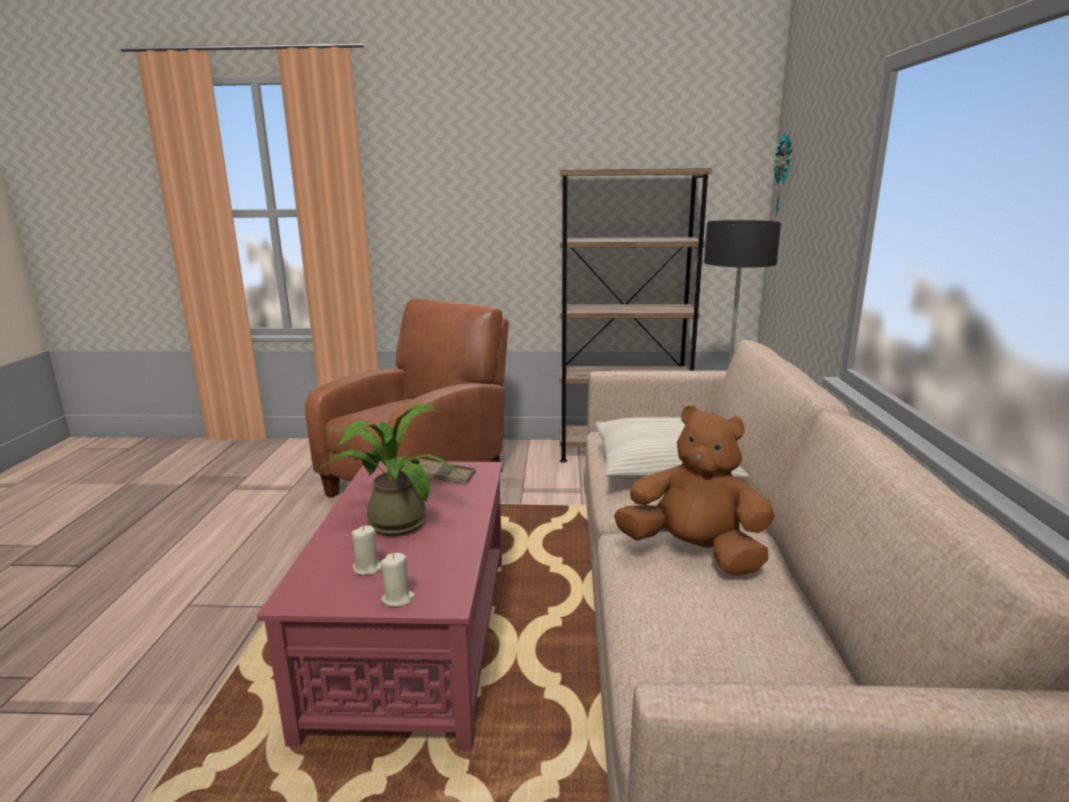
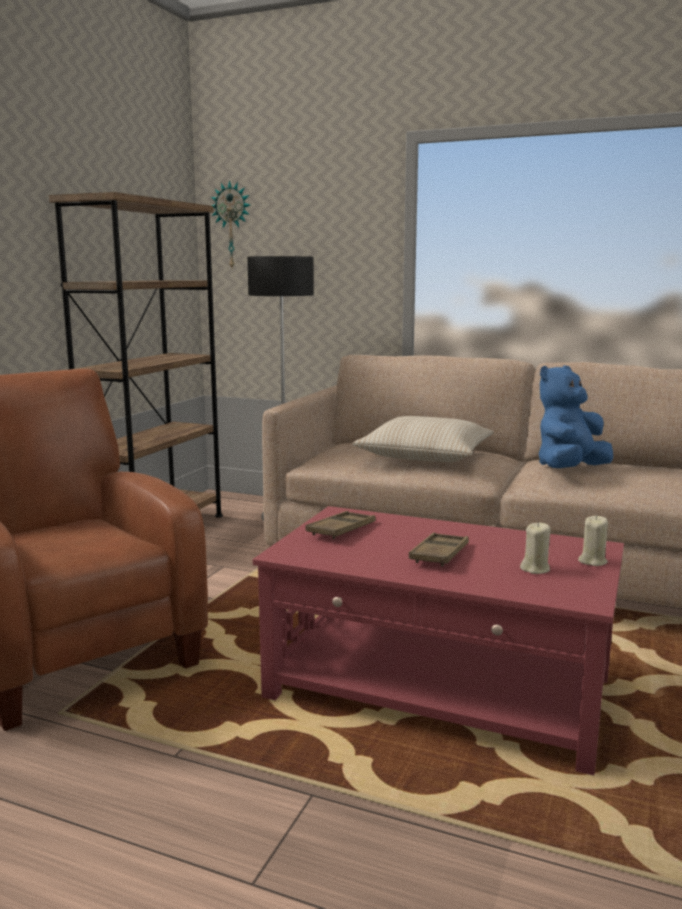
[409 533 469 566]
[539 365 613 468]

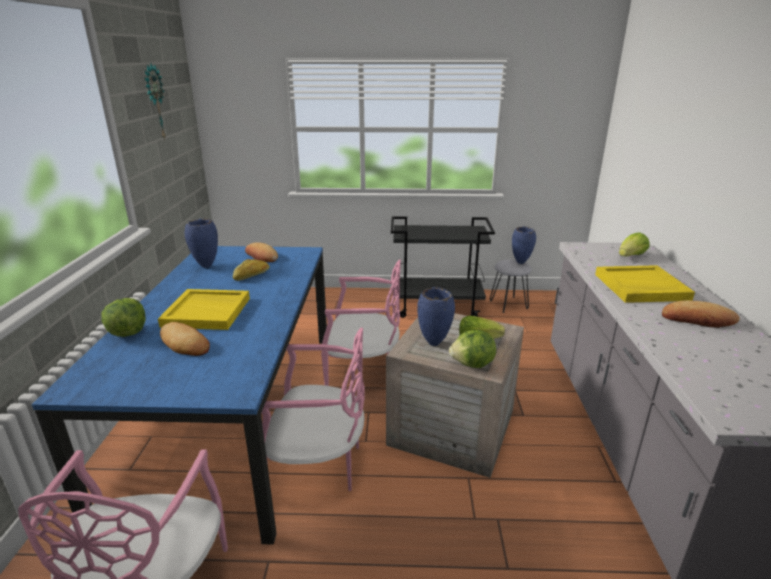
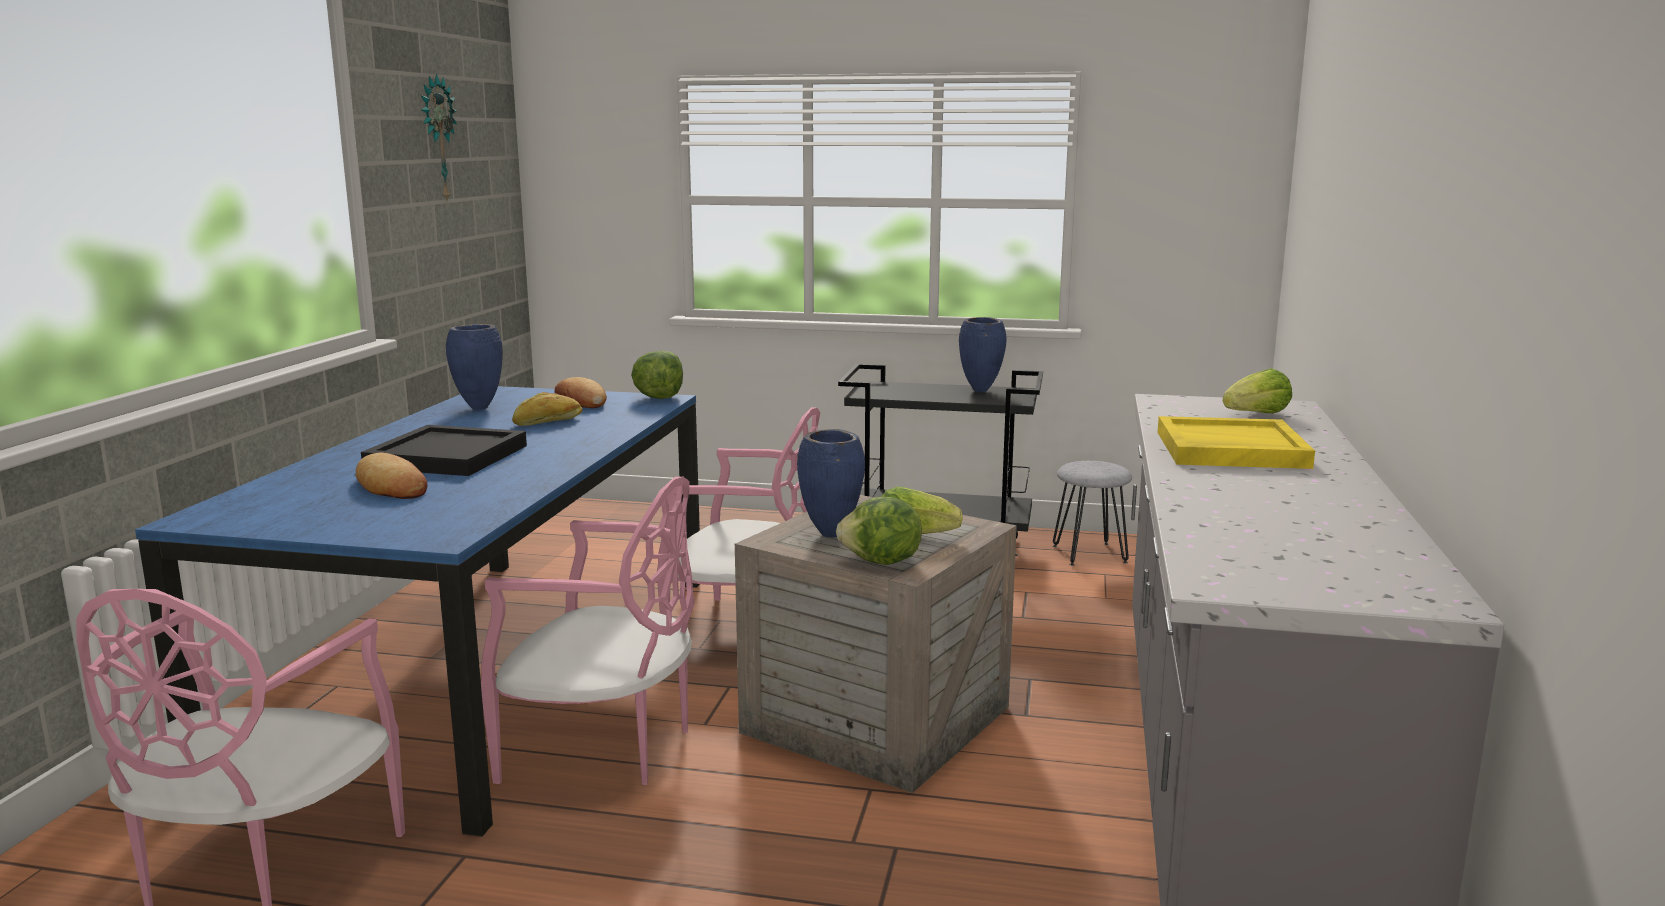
[662 300 740 328] (first image)
[631 351 683 399]
[959 317 1006 392]
[361 425 527 476]

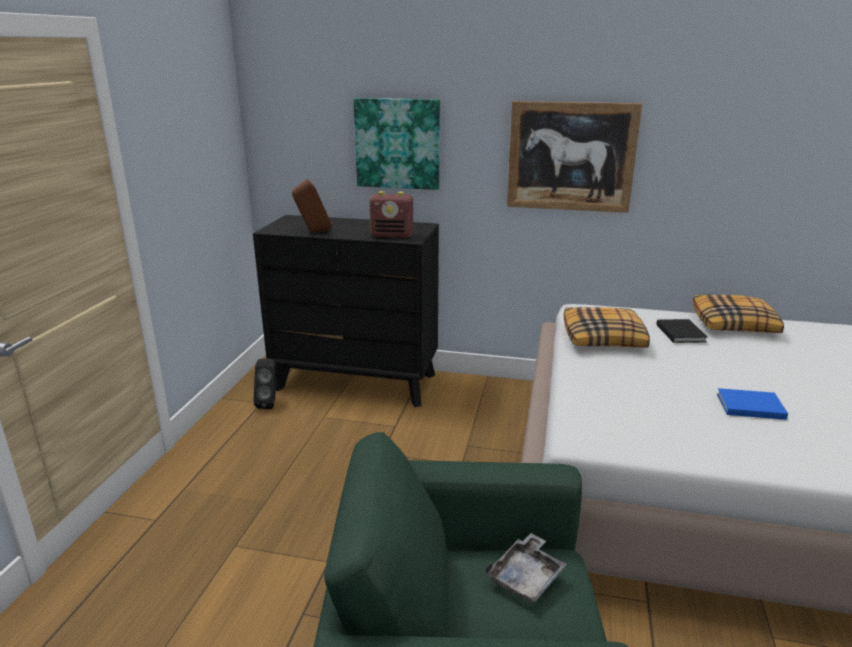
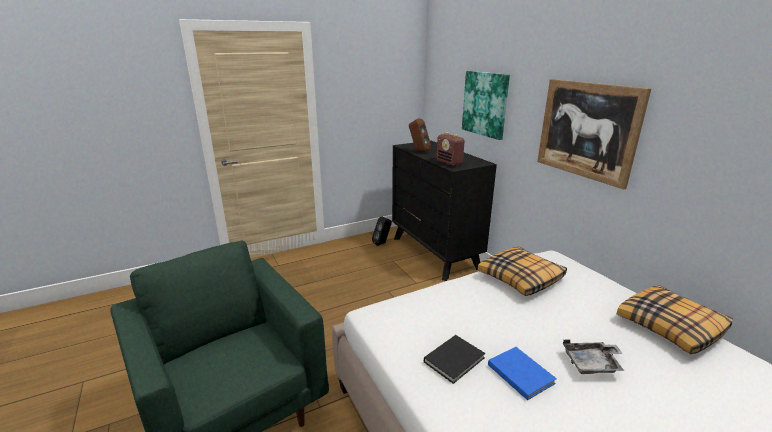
[563 339 624 374]
[424 335 485 384]

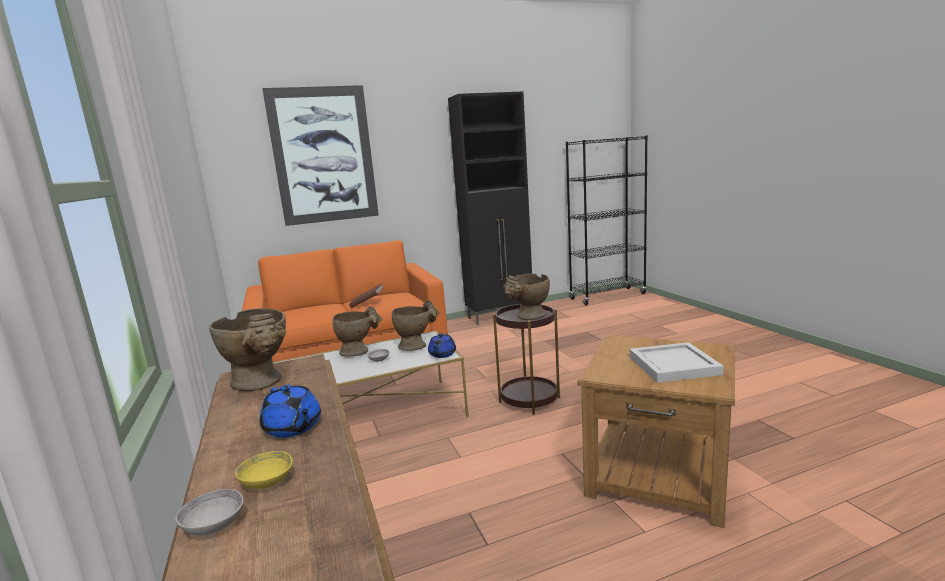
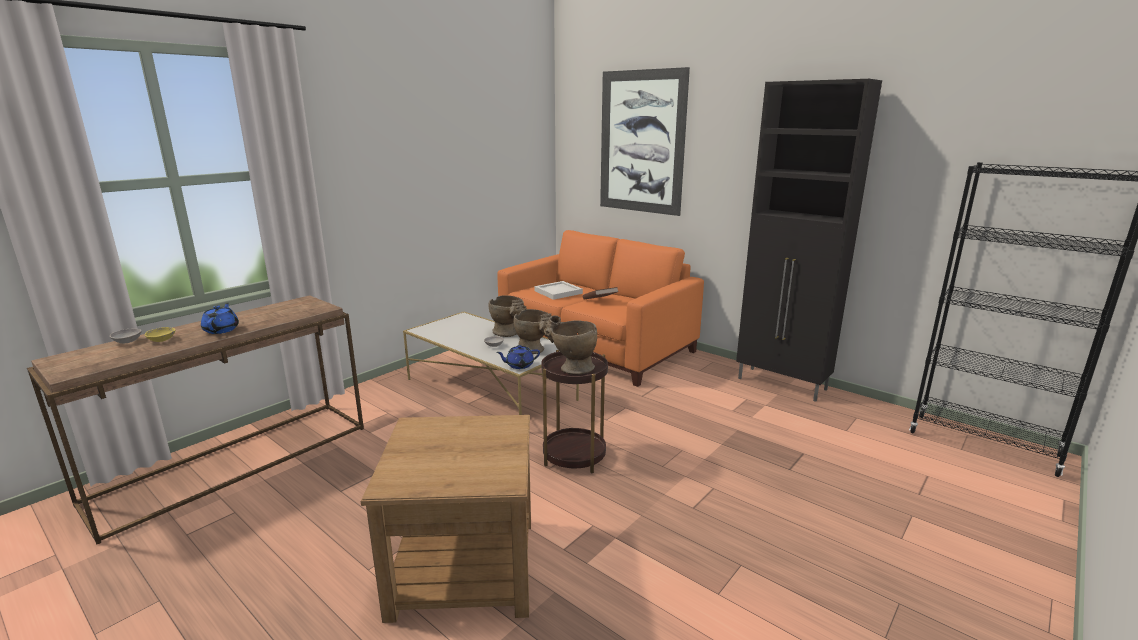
[209 308 286 391] (first image)
[534 281 583 300]
[201 303 239 334]

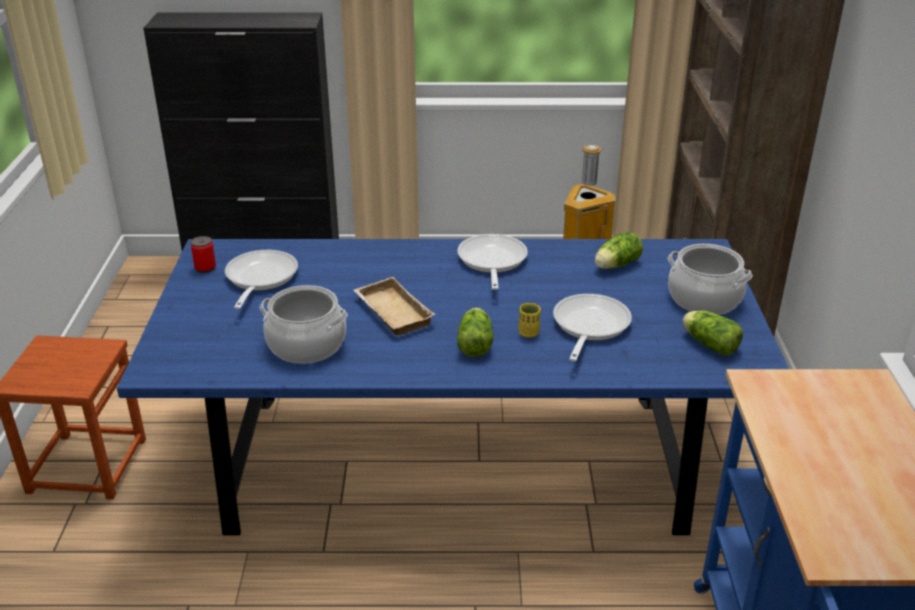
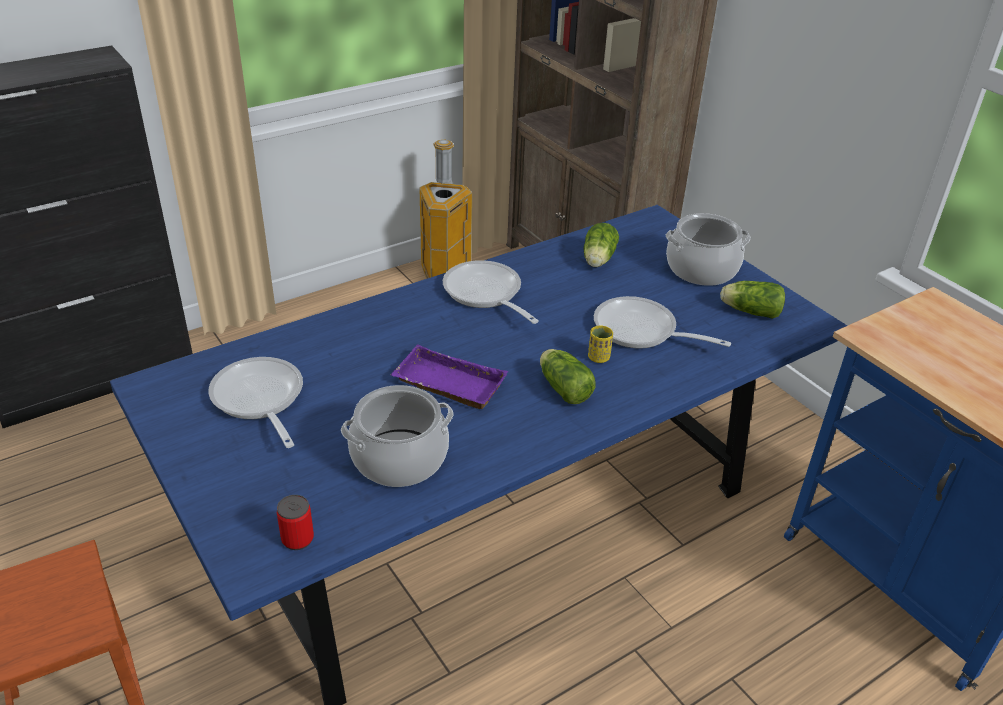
[277 495 314 550]
[390 344 508 409]
[594 296 731 349]

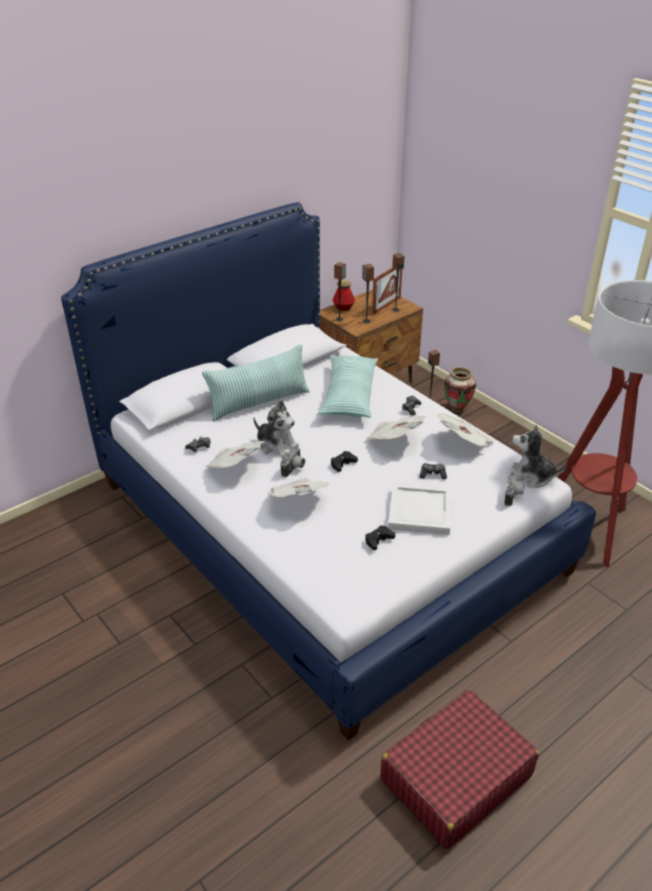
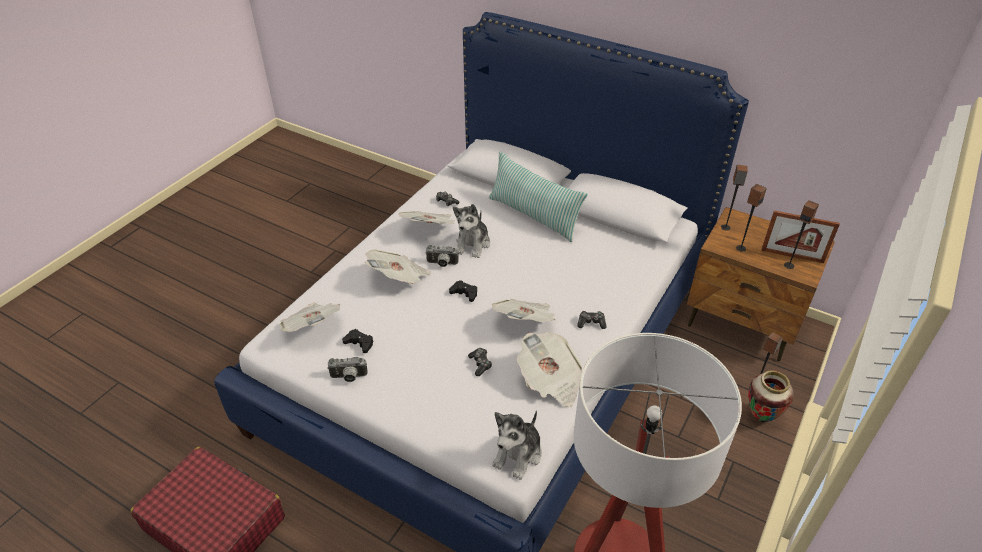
[318 355 378 418] (first image)
[333 279 355 311] (first image)
[388 483 451 535] (first image)
[280 303 340 332]
[327 357 368 382]
[492 410 542 480]

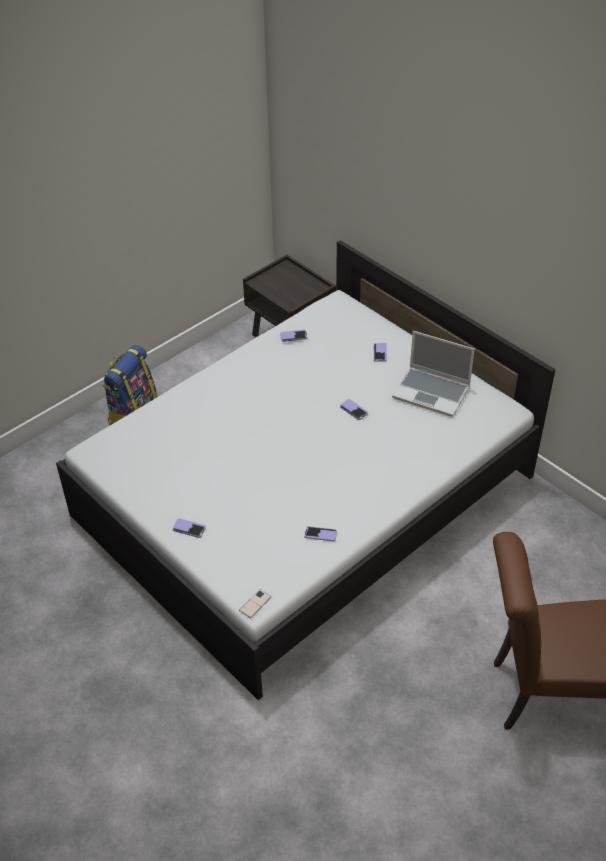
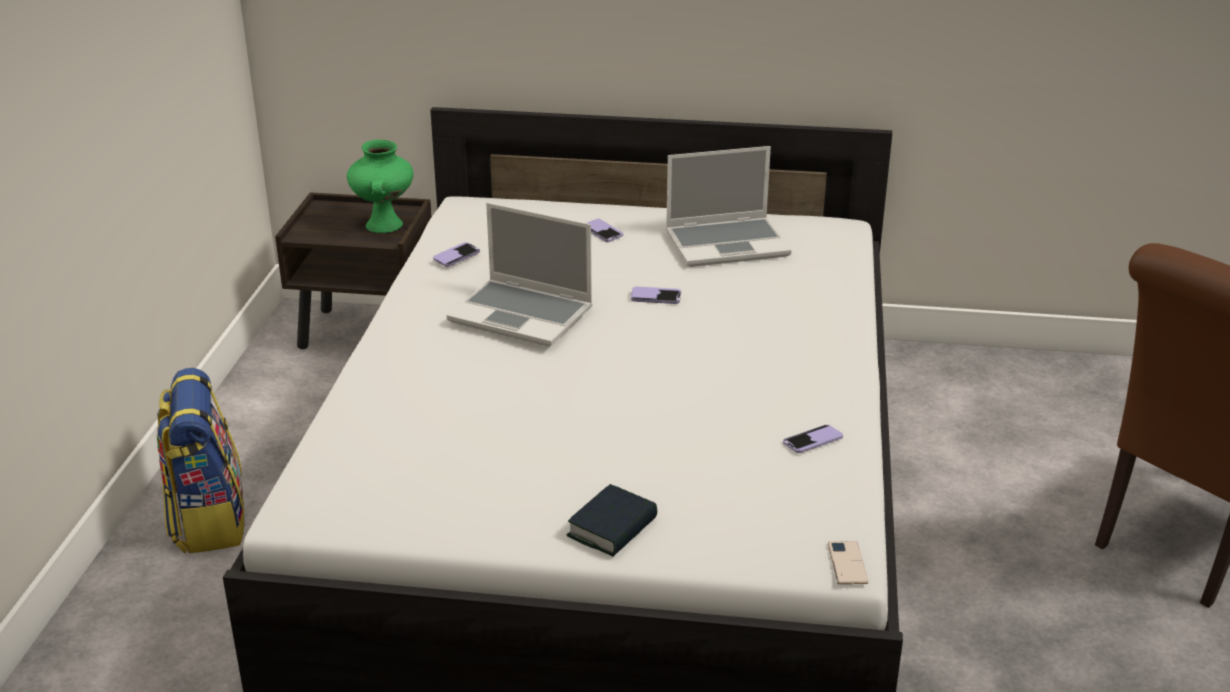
[347 140 413 233]
[447 203 593 347]
[566 484 657 556]

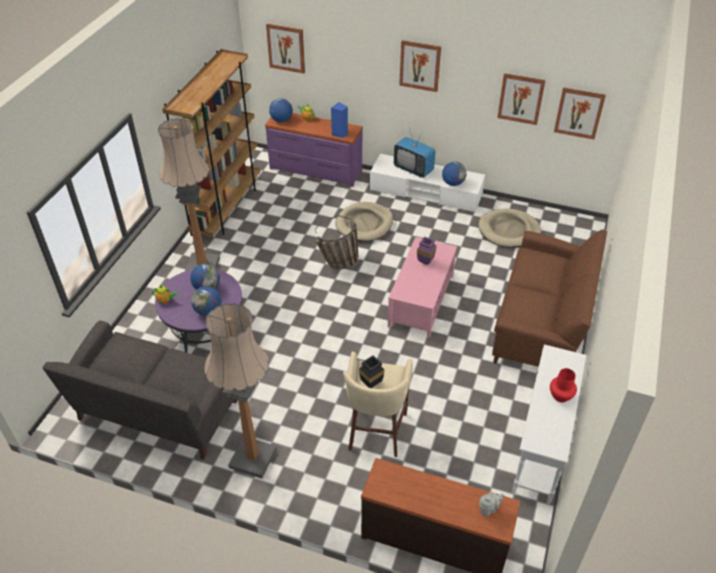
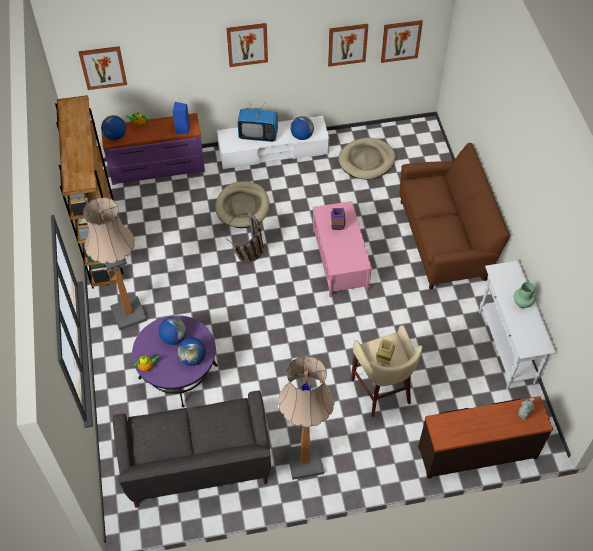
[376 339 395 365]
[514 282 536 308]

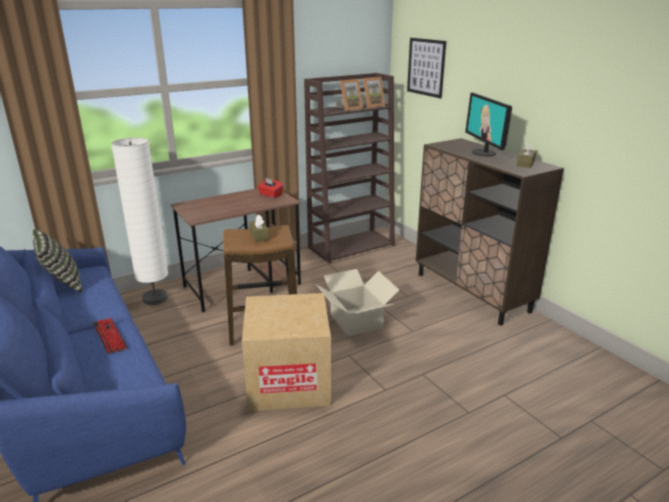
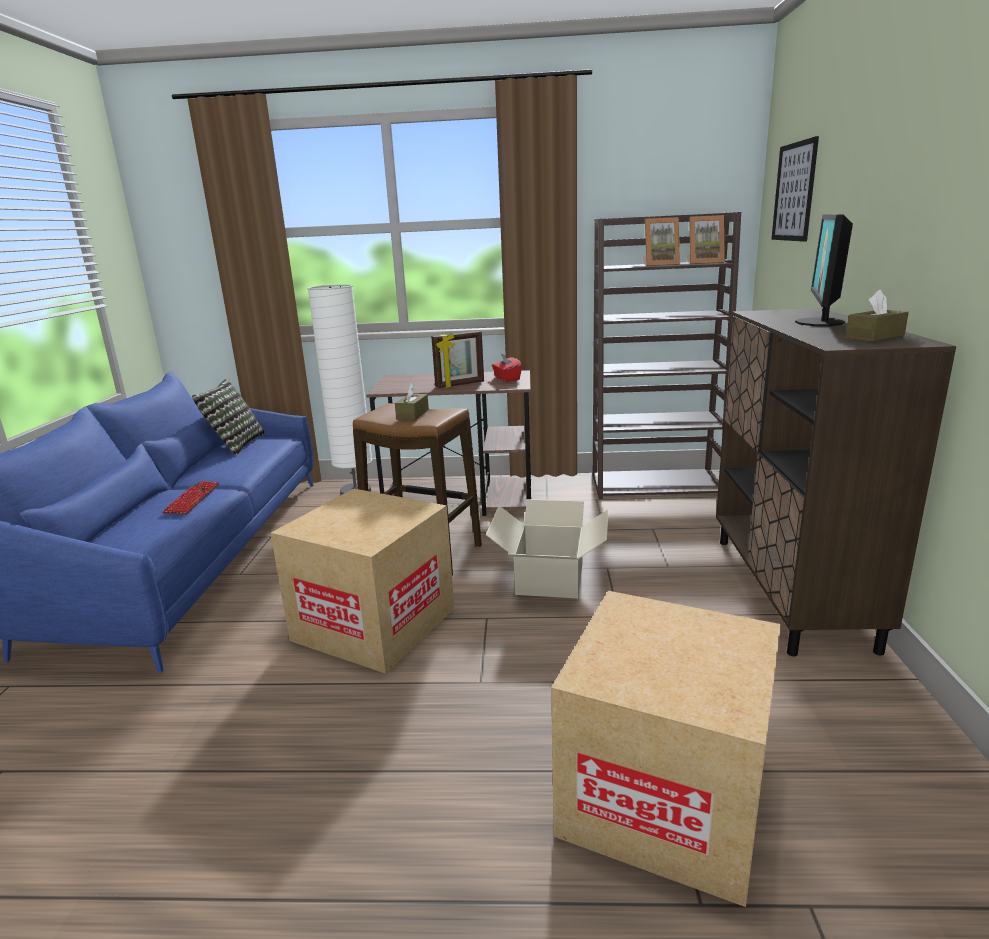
[431 331 484 388]
[551 591 781 907]

